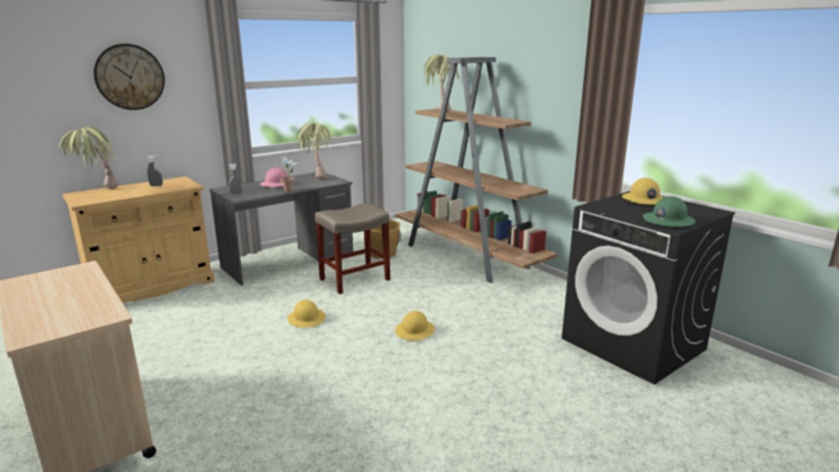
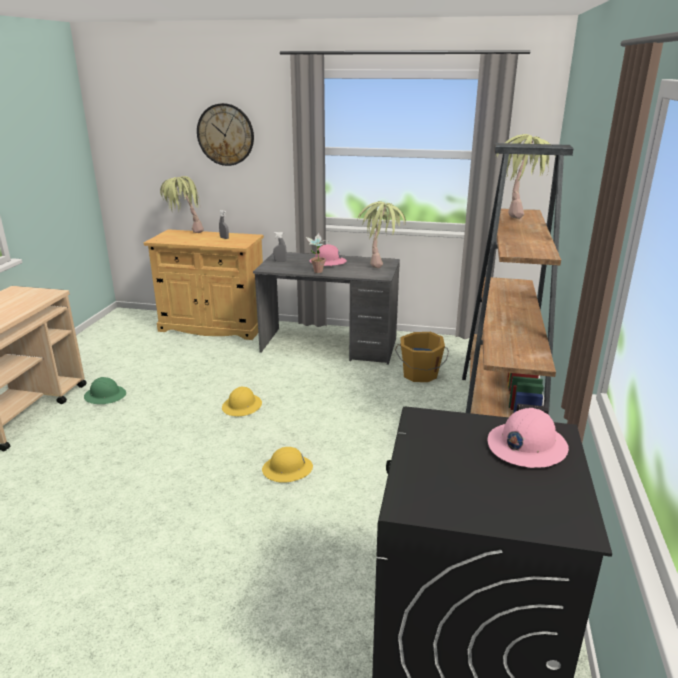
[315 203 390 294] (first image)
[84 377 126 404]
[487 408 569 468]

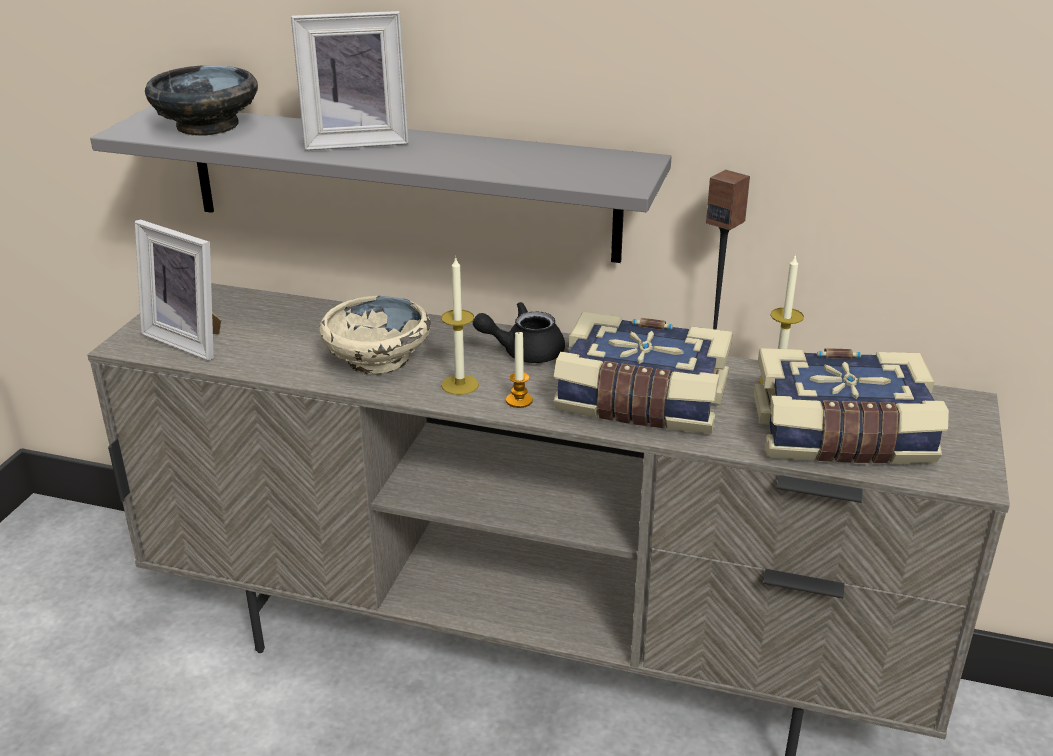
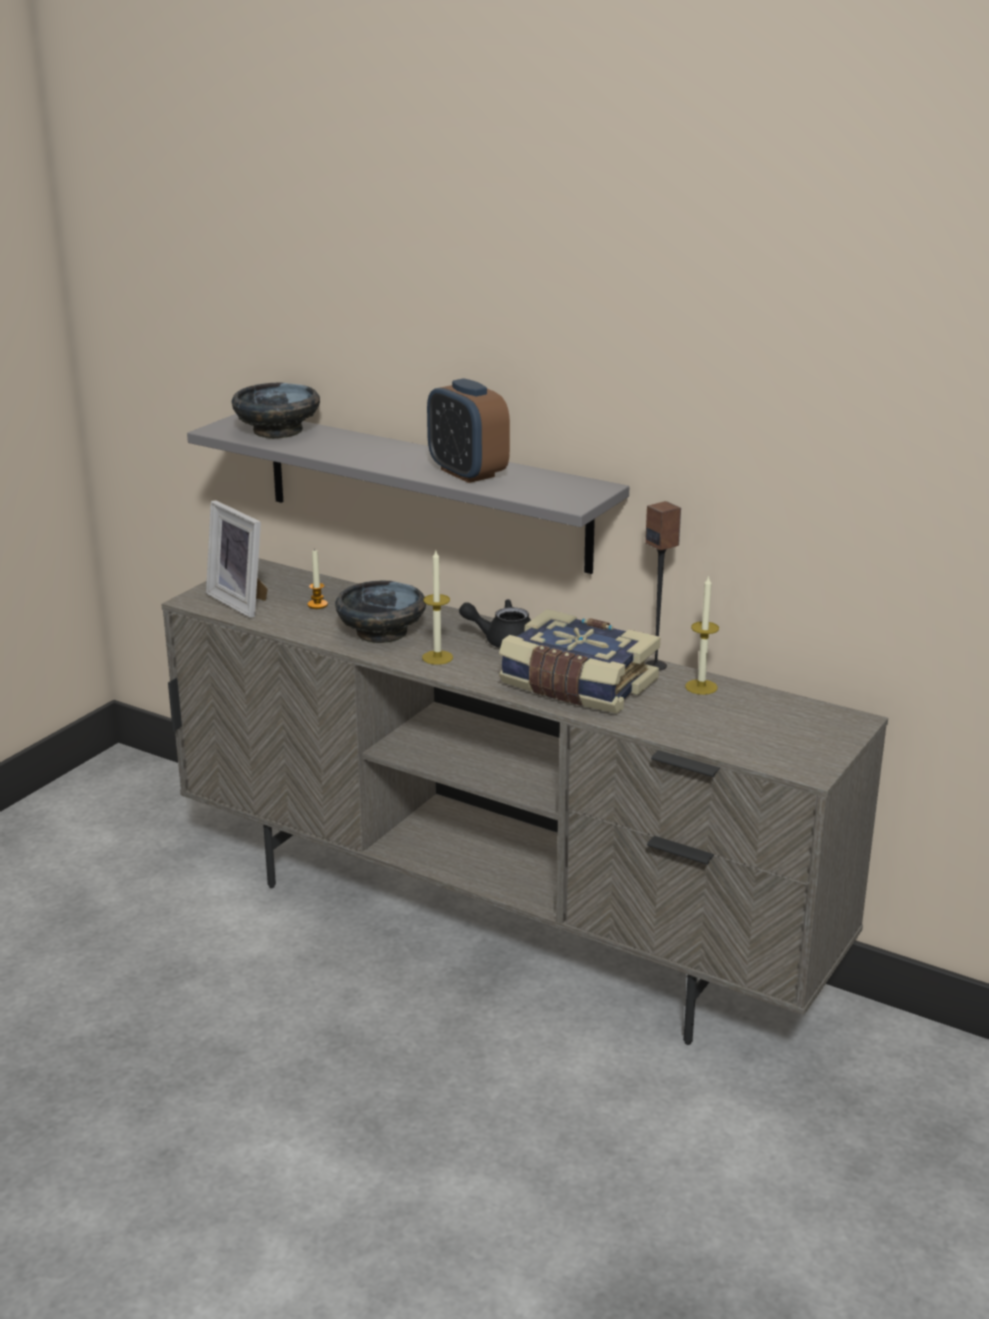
[291 11 409 151] (first image)
[754 348 949 463] (first image)
[427 378 510 483]
[307 550 328 609]
[335 581 426 643]

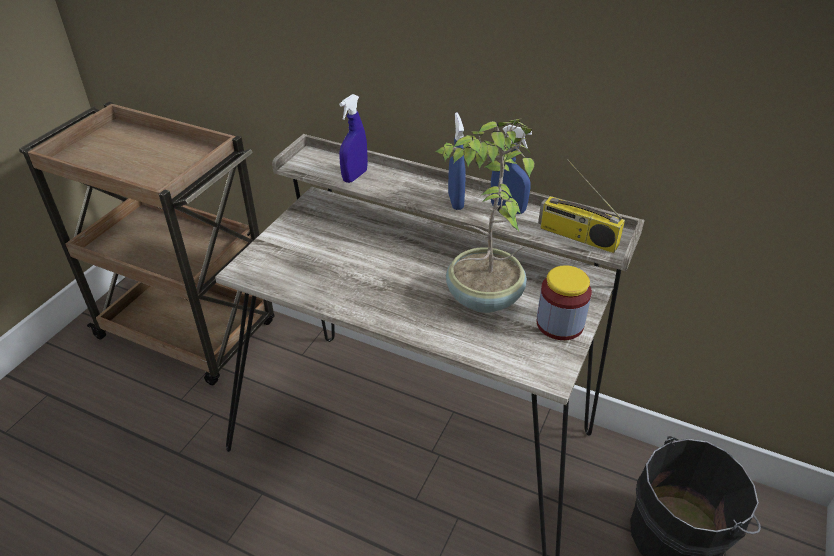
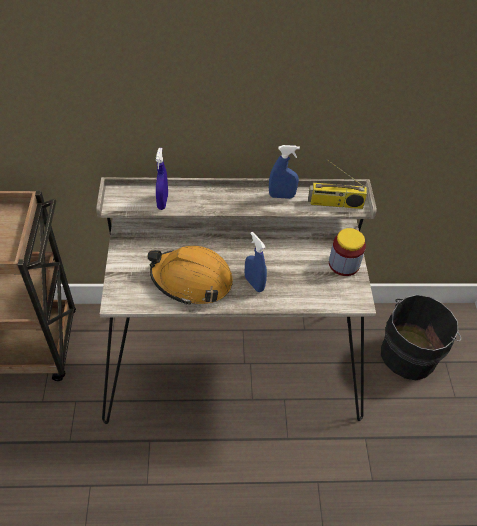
[435 119 534 313] (first image)
[148 246 233 305]
[245 232 267 292]

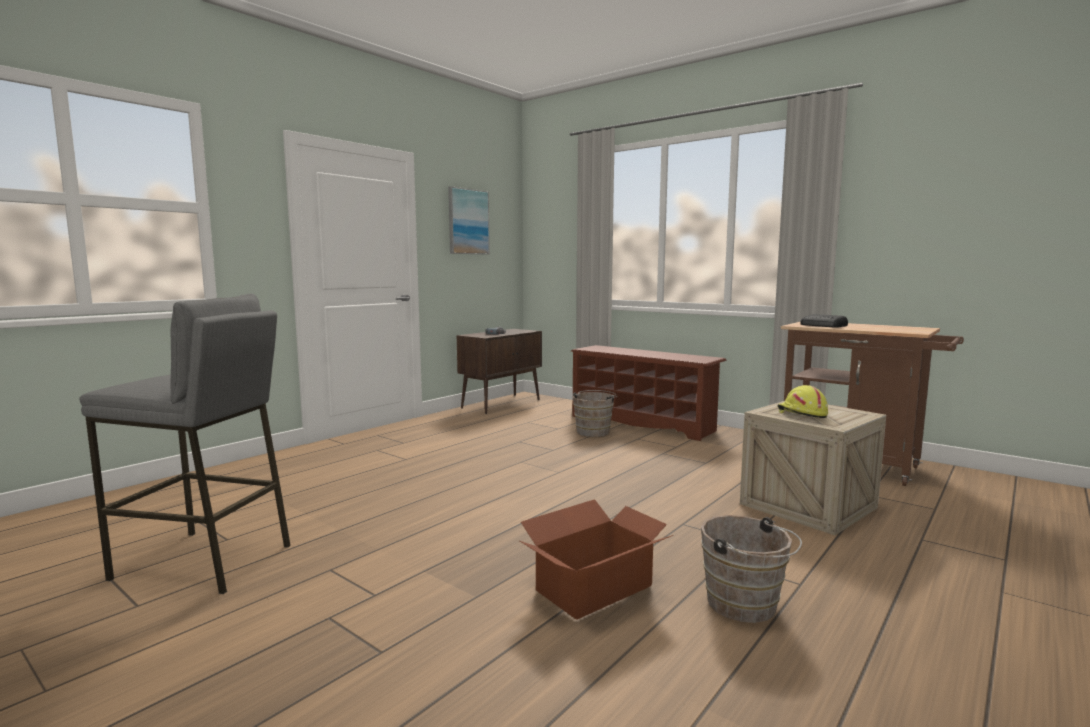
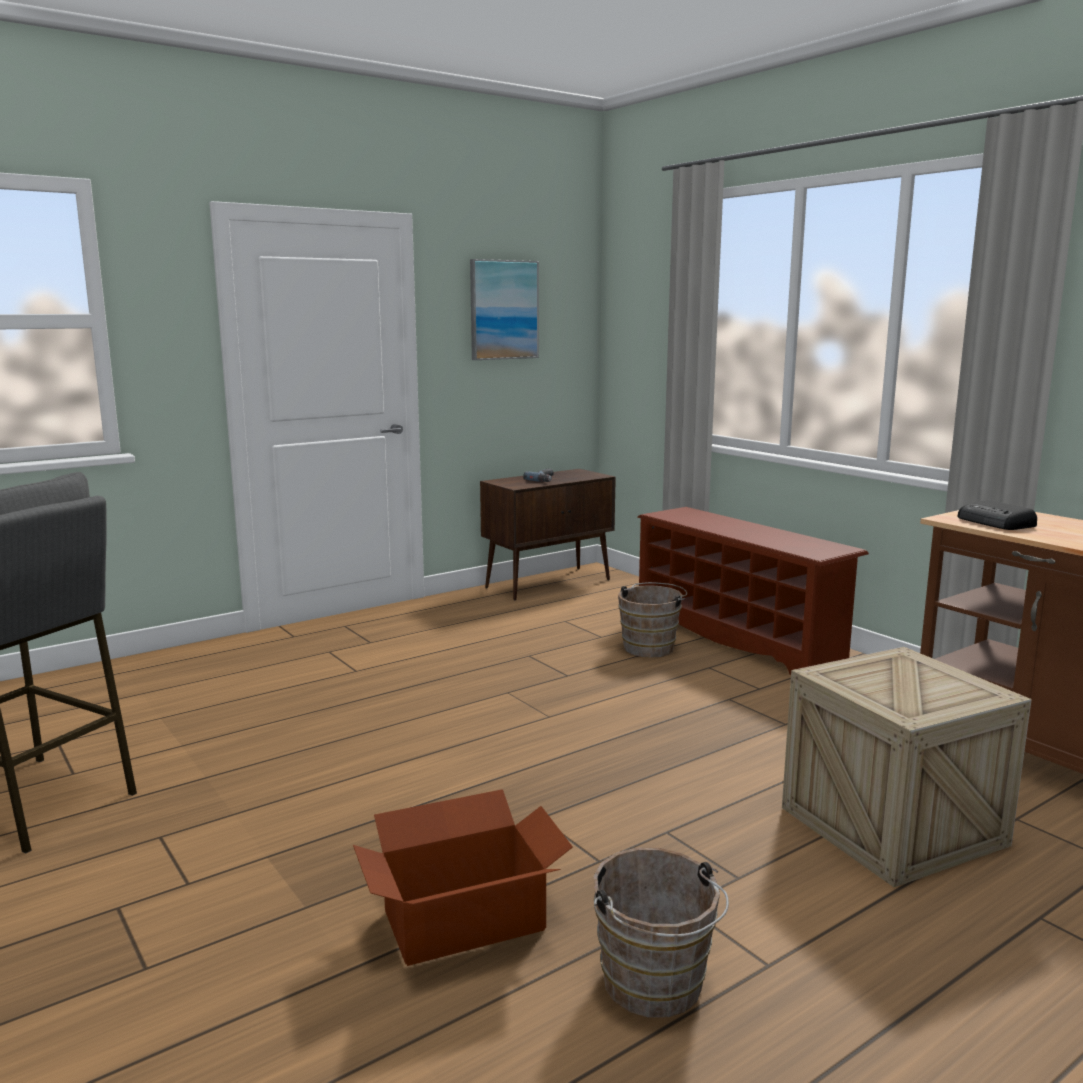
[777 385 828 418] (first image)

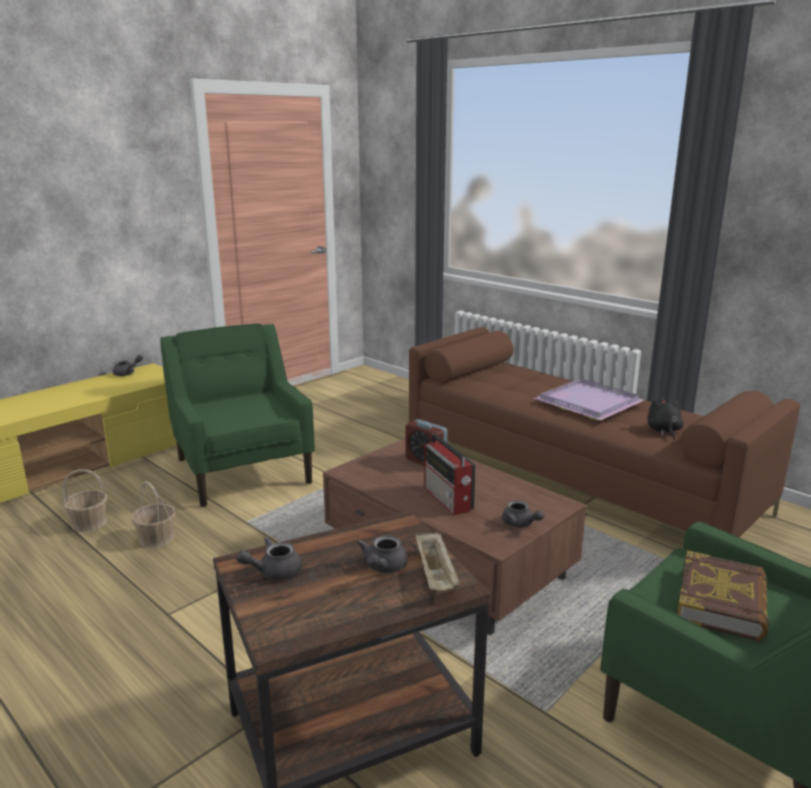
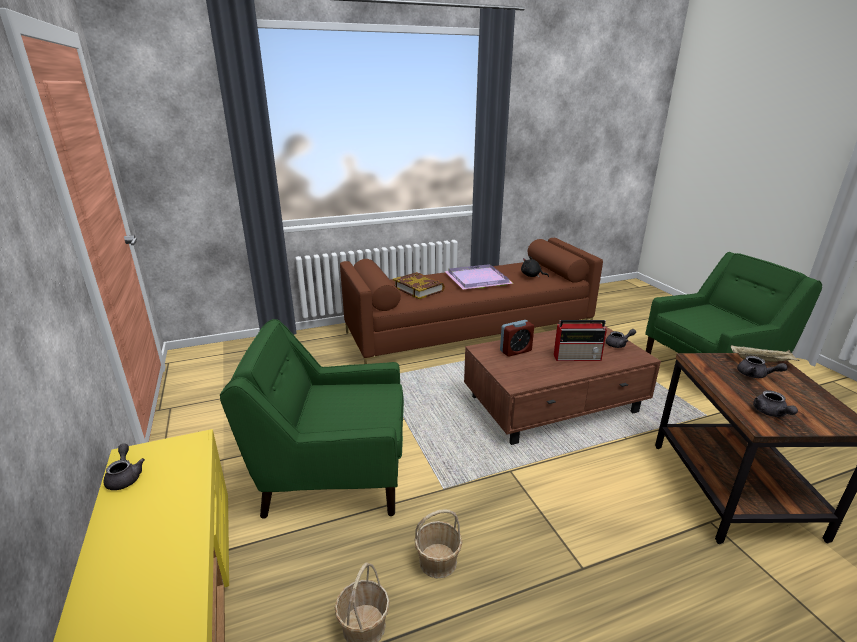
[393 272 445 299]

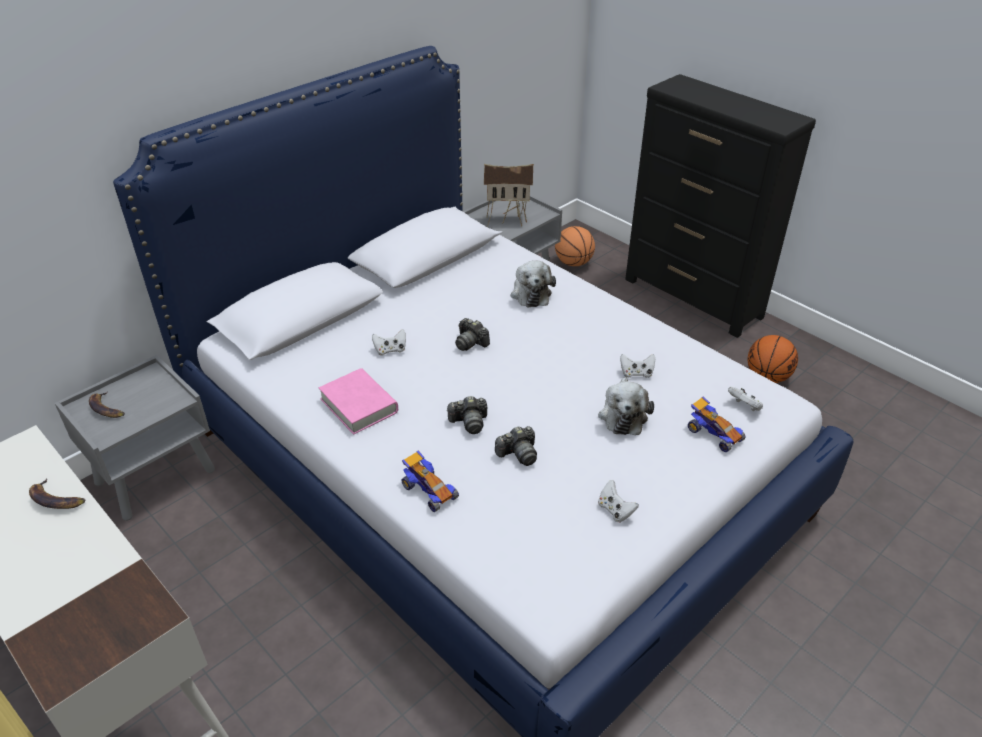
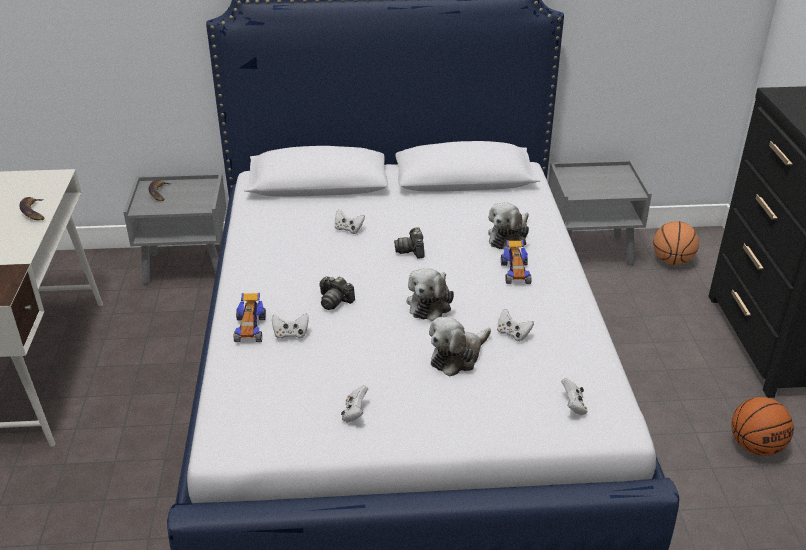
[319 368 398 435] (first image)
[484 164 534 227] (first image)
[495 426 537 466] (first image)
[272 314 309 339]
[407 268 454 321]
[501 240 531 284]

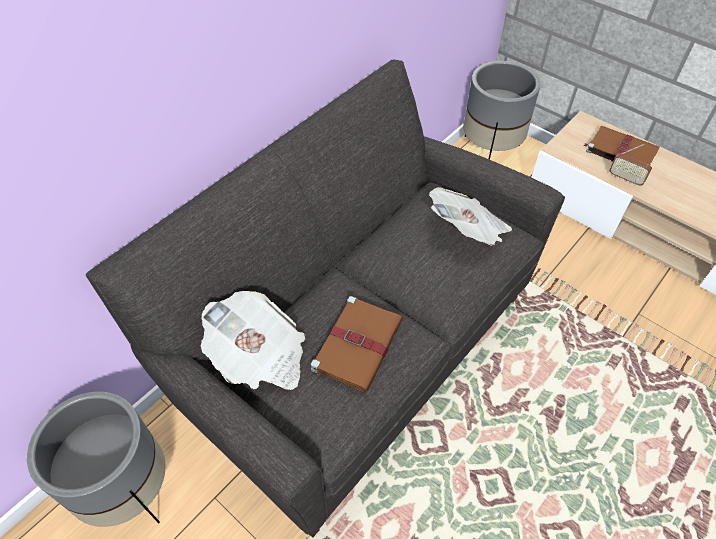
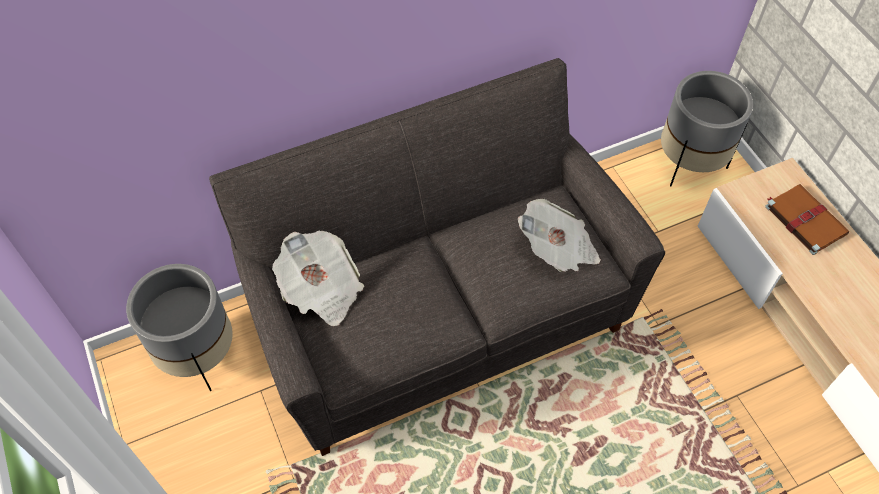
[311 296 403 393] (first image)
[609 144 652 186] (first image)

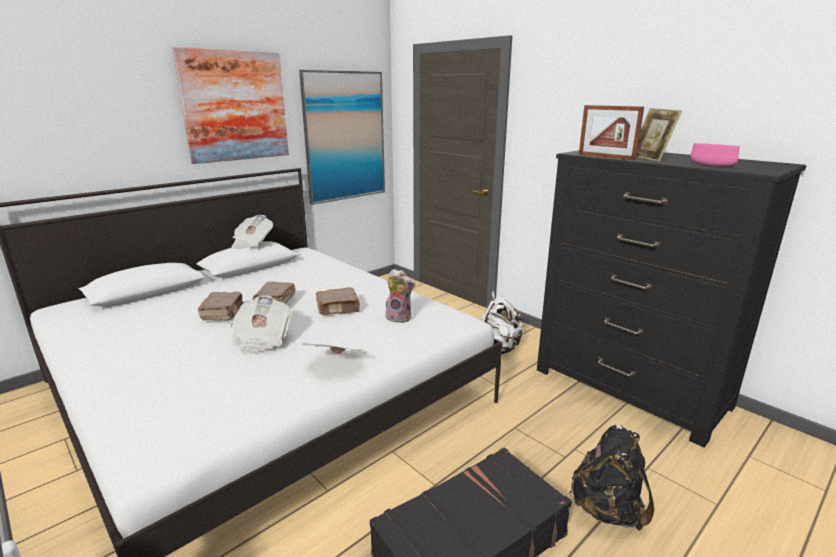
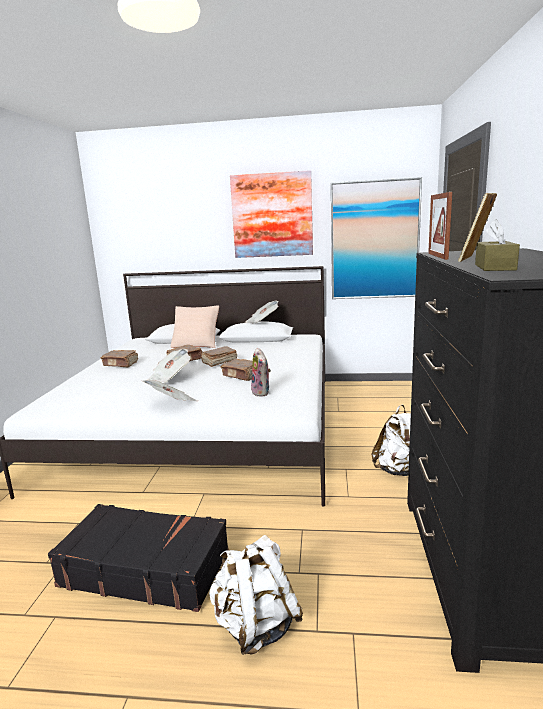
[100 350 138 367]
[170 305 219 348]
[475 219 520 271]
[209 535 303 655]

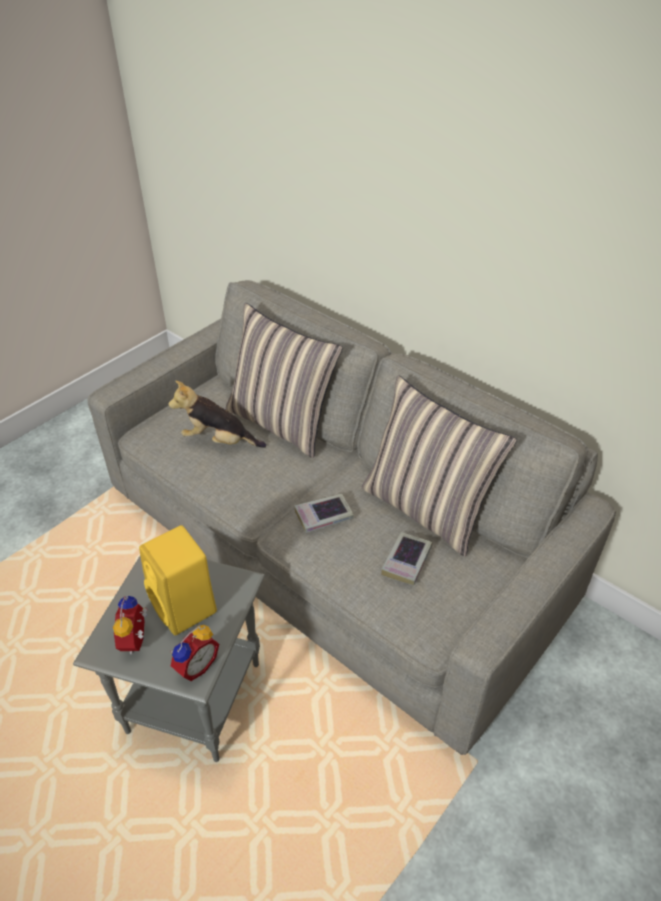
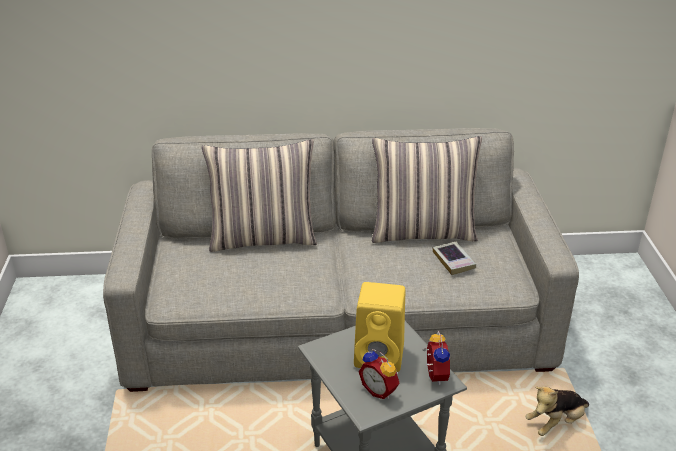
[294 494 354 533] (first image)
[526 387 589 436]

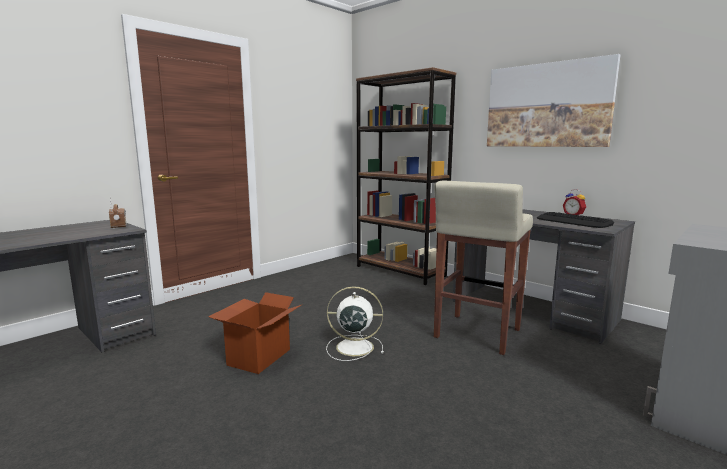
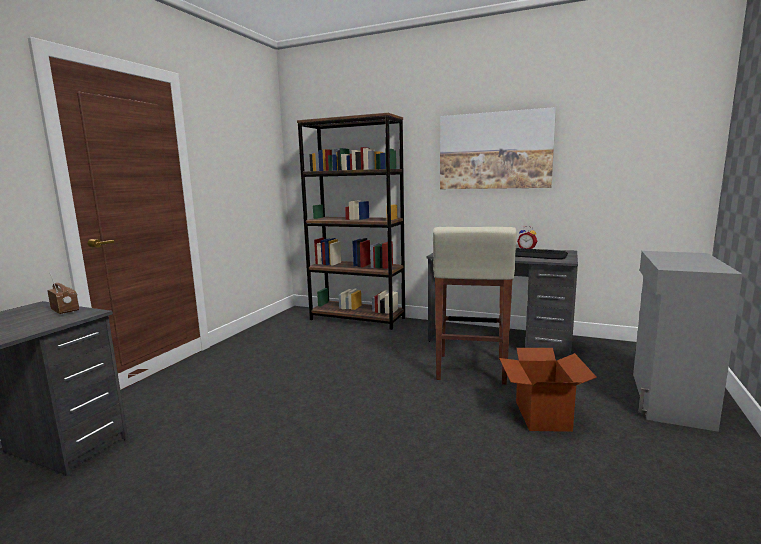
[326 286 384 361] (first image)
[499 348 597 432]

